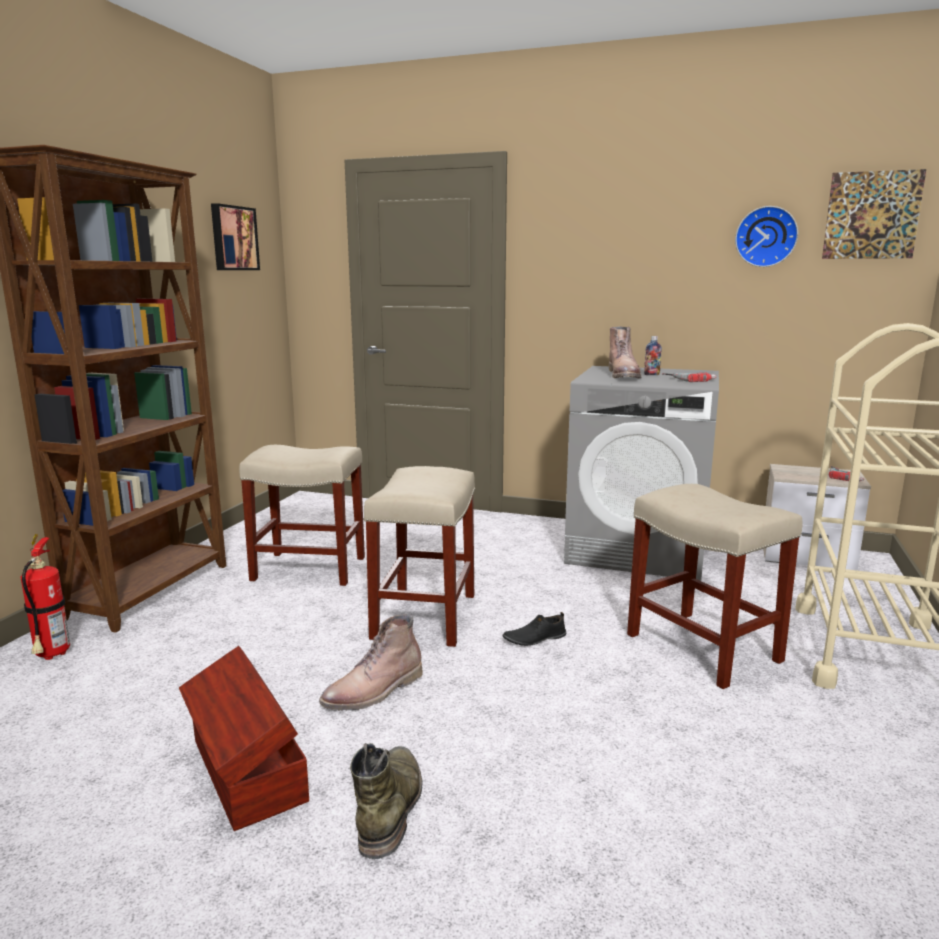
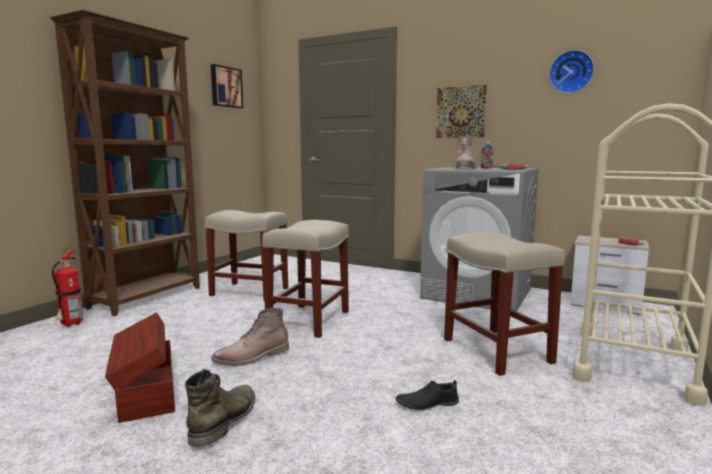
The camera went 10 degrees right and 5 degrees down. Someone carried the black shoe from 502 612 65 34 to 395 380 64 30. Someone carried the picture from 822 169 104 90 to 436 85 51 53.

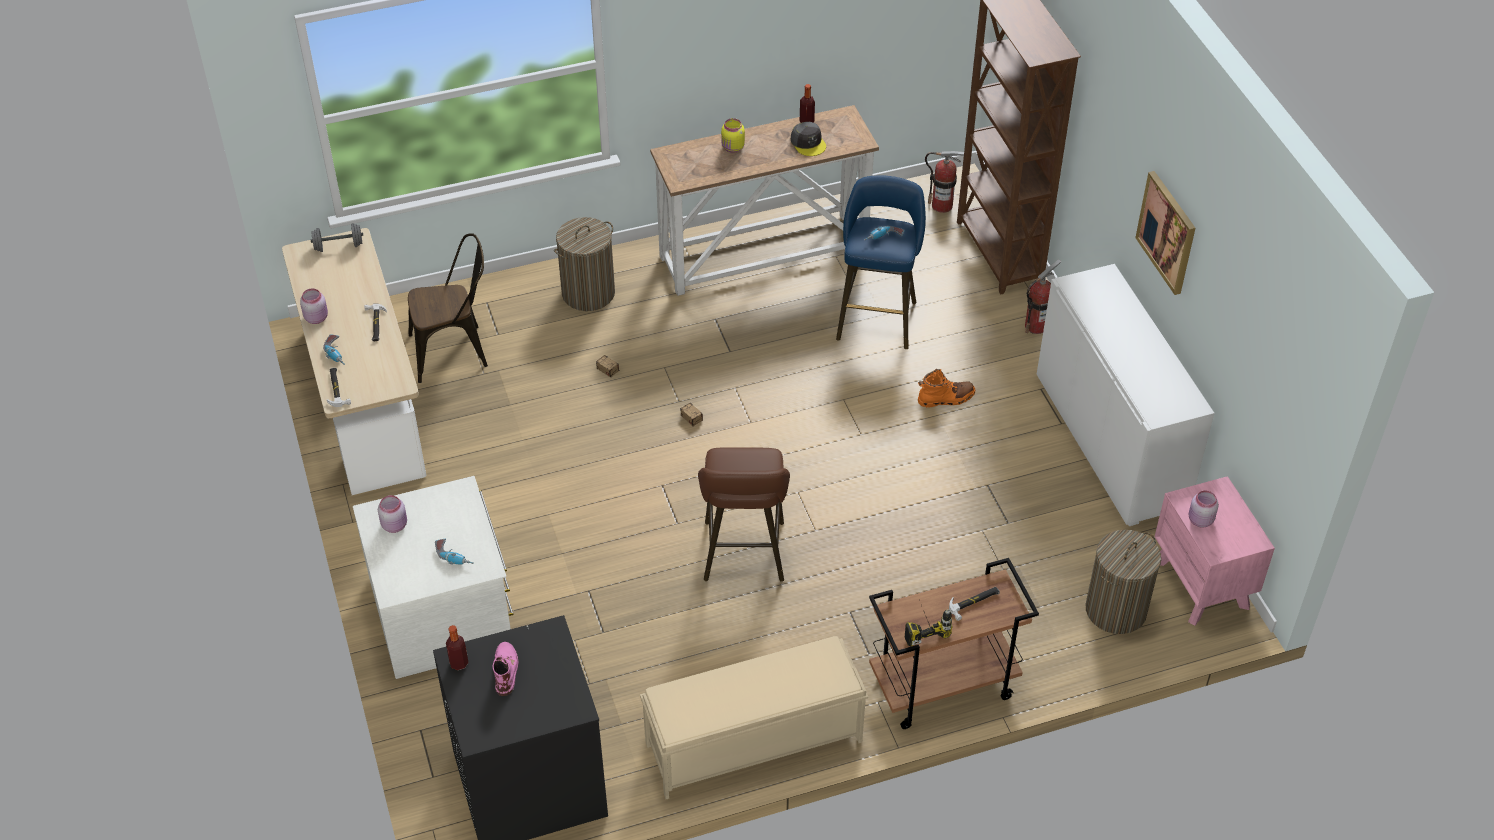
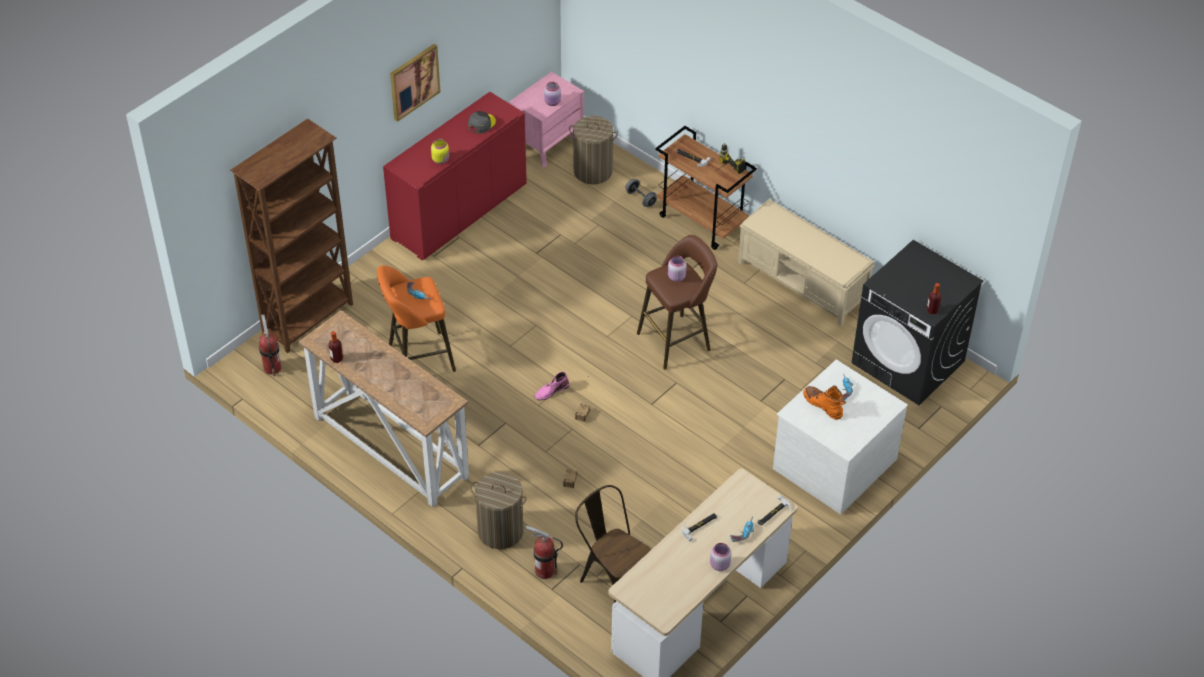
The camera went 120 degrees left and 0 degrees up. Someone carried the grey dumbbell from 311 223 52 29 to 625 179 32 28. Someone carried the pink jar from 378 495 29 38 to 668 256 18 26. Someone carried the pink boot from 492 642 26 54 to 535 372 34 28. Someone carried the yellow jar from 721 118 24 35 to 431 139 18 25. Someone carried the grey cap from 791 122 35 34 to 468 111 28 23. Someone repainted the blue stool at 836 175 90 174, which became the orange stool at 377 265 79 107. Someone carried the orange boot from 918 369 57 39 to 803 385 43 35. Someone carried the fire extinguisher from 1025 259 36 75 to 525 525 38 54. Someone repainted the white cabinet at 1037 264 178 262, which became the red cabinet at 383 92 144 169.

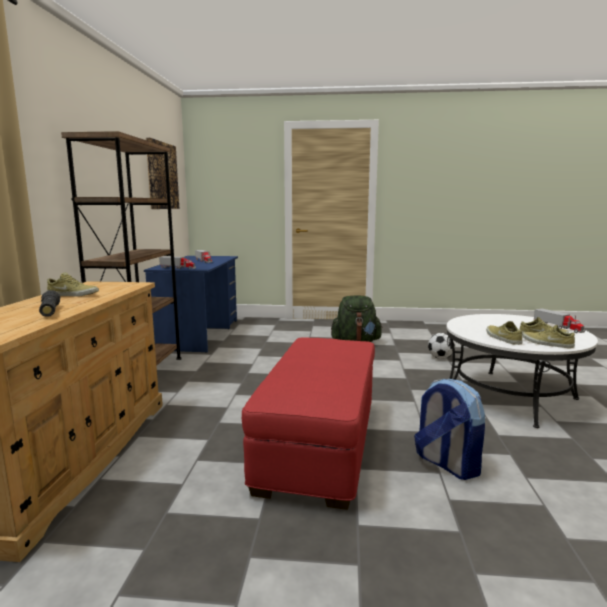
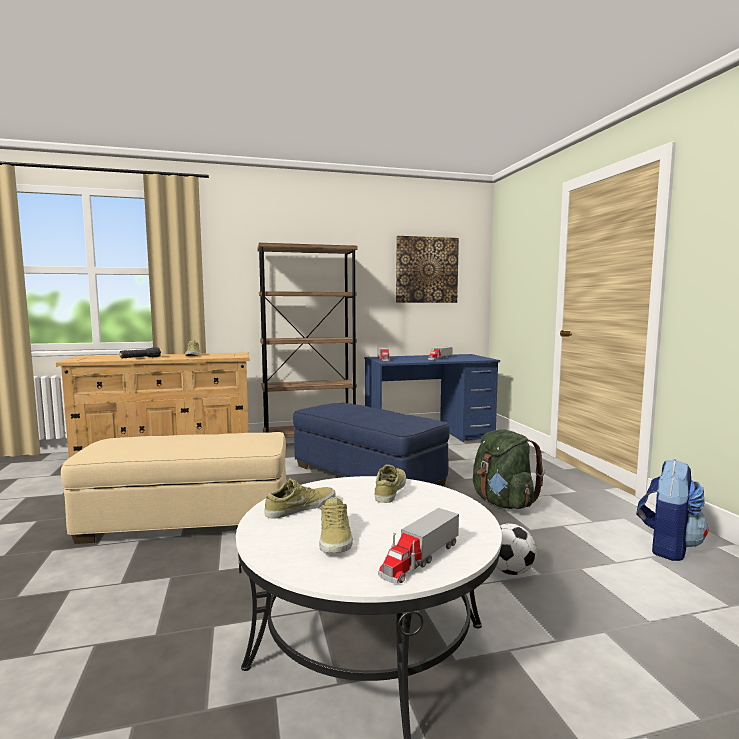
The camera went 70 degrees right and 5 degrees down. Someone repainted the red ottoman at 242 338 133 172, which became the beige ottoman at 61 432 225 112. Someone carried the backpack from 414 378 71 102 to 636 459 72 102. Someone carried the beige shoe from 522 325 53 23 to 375 464 31 39. Someone put down the blue ottoman at 293 403 157 83.

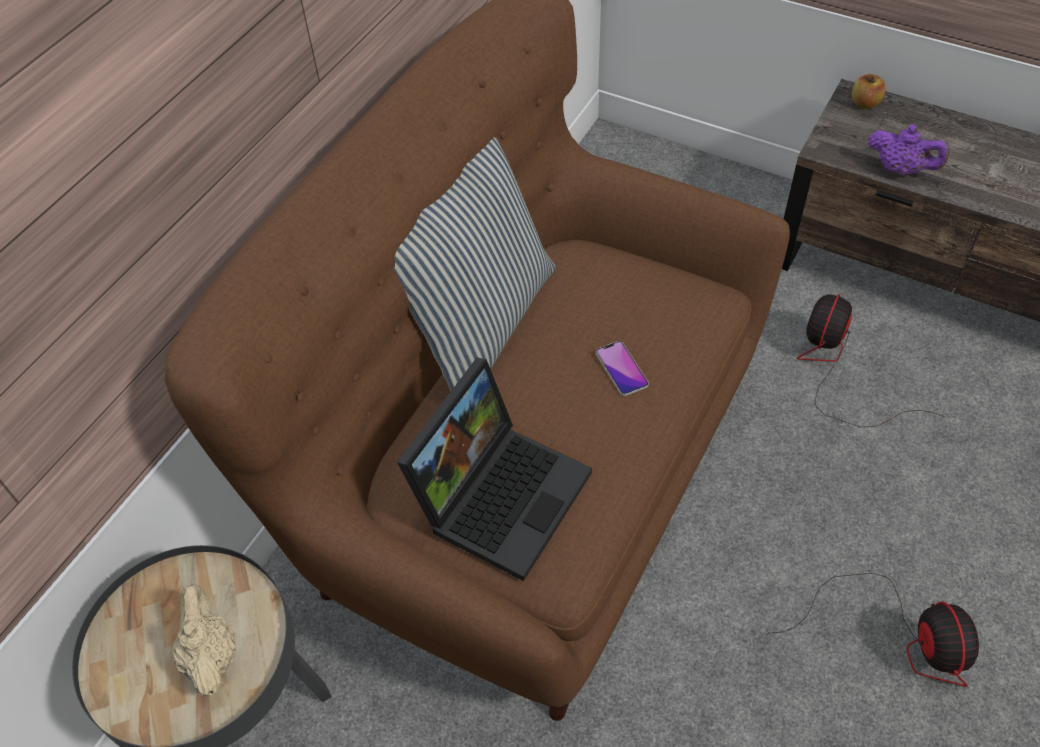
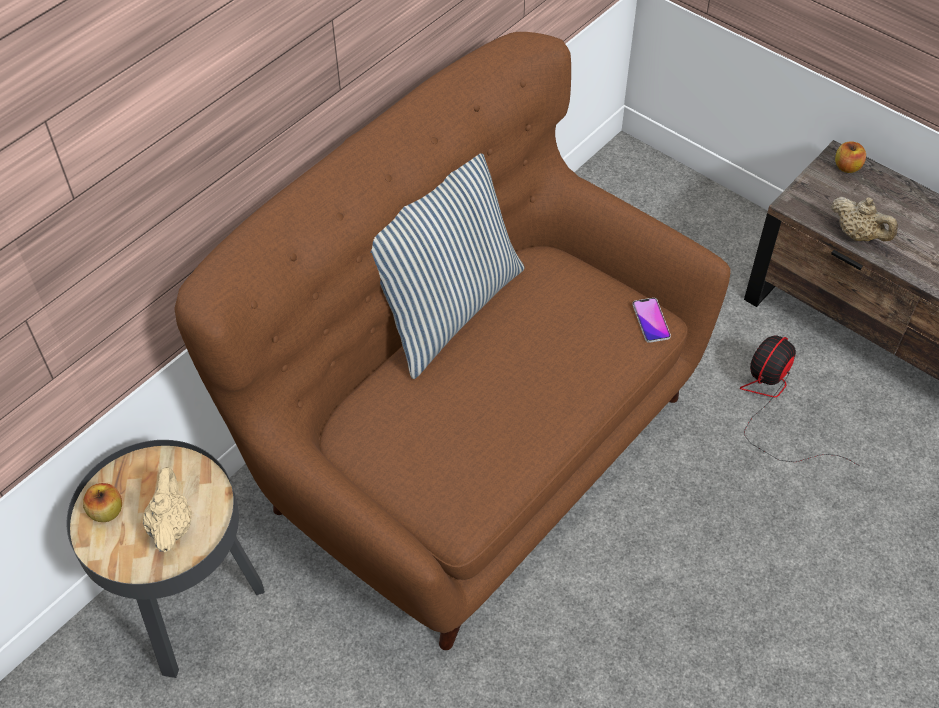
The camera went 10 degrees right and 0 degrees up. Someone took away the laptop at 397 357 195 224. Someone carried the phone from 596 341 53 55 to 632 298 39 45. Someone took away the fan at 766 573 213 114. Someone repainted the purple teapot at 868 125 81 51, which became the beige teapot at 831 197 67 44. Someone put down the apple at 83 483 39 39.

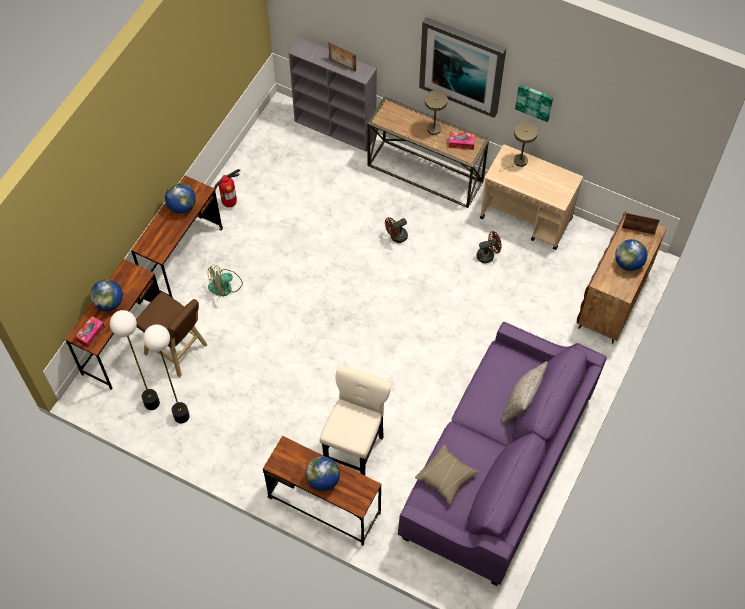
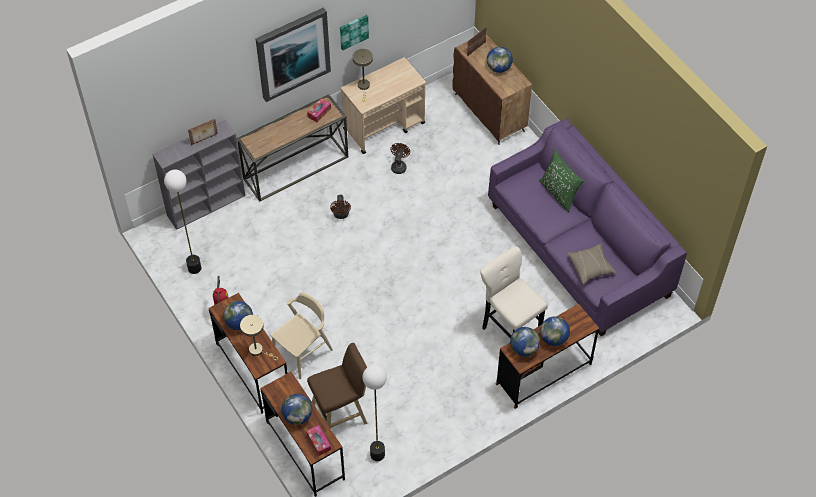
The camera went 60 degrees left and 5 degrees down. Someone carried the floor lamp from 143 325 47 99 to 164 169 37 105. Someone swapped the fan at 208 265 35 32 for the beige chair at 271 292 62 87. Someone carried the beige table lamp from 425 90 23 59 to 240 315 38 45. Someone repainted the grey pillow at 502 361 46 62, which became the green pillow at 539 149 45 63. Someone put down the globe at 510 327 30 30.

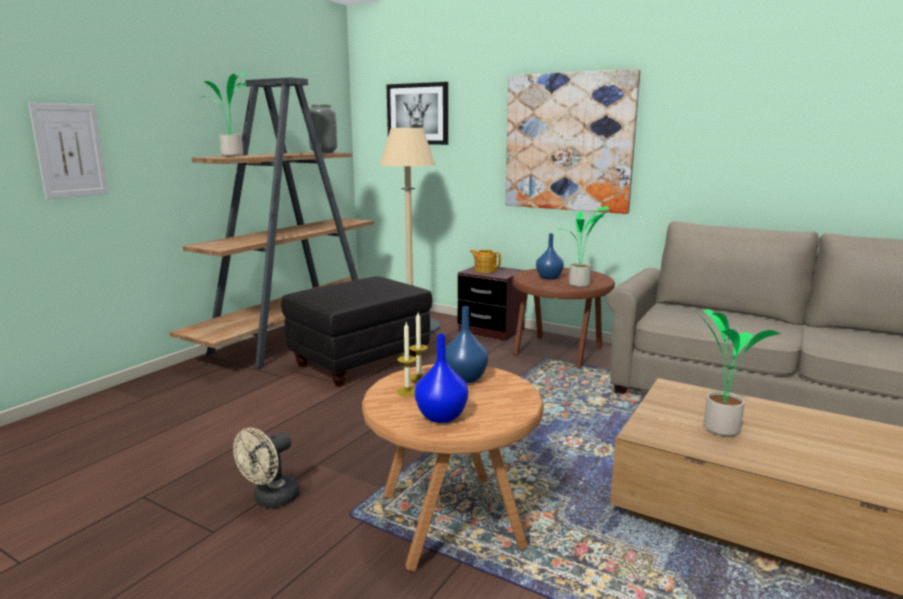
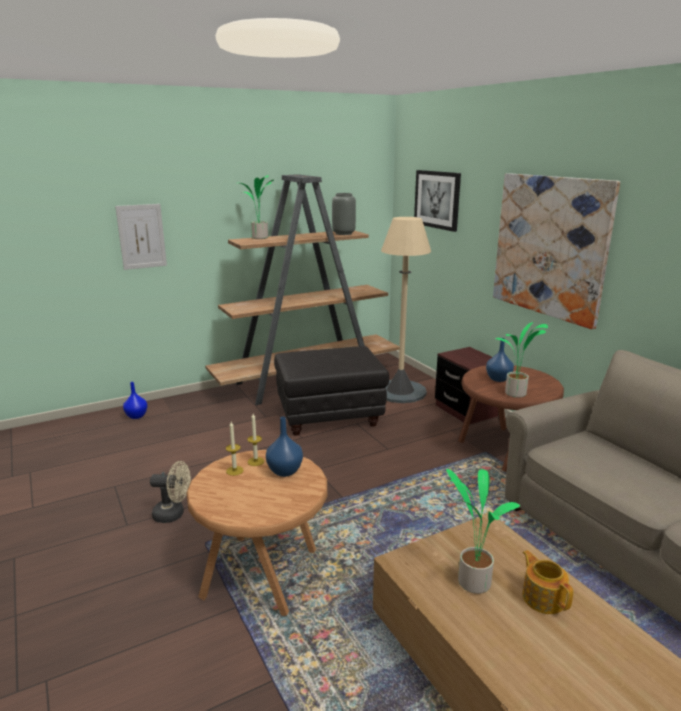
The camera went 30 degrees right and 5 degrees up. Someone rotated the beige fan at 233 428 67 80 by 150 degrees counterclockwise. Someone carried the blue vase from 415 334 53 89 to 123 382 24 37. Someone carried the teapot from 470 250 31 23 to 522 550 52 64.

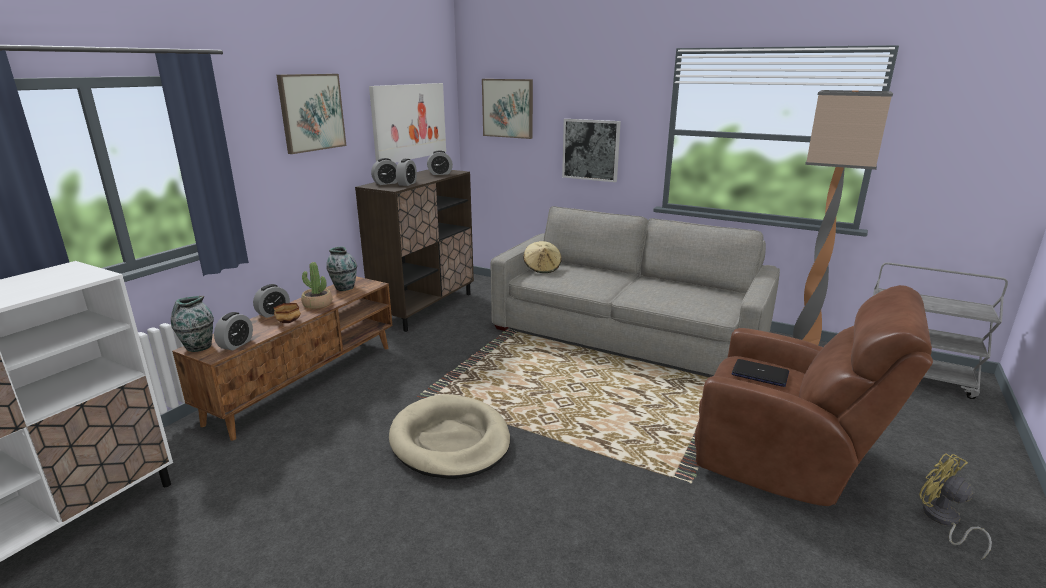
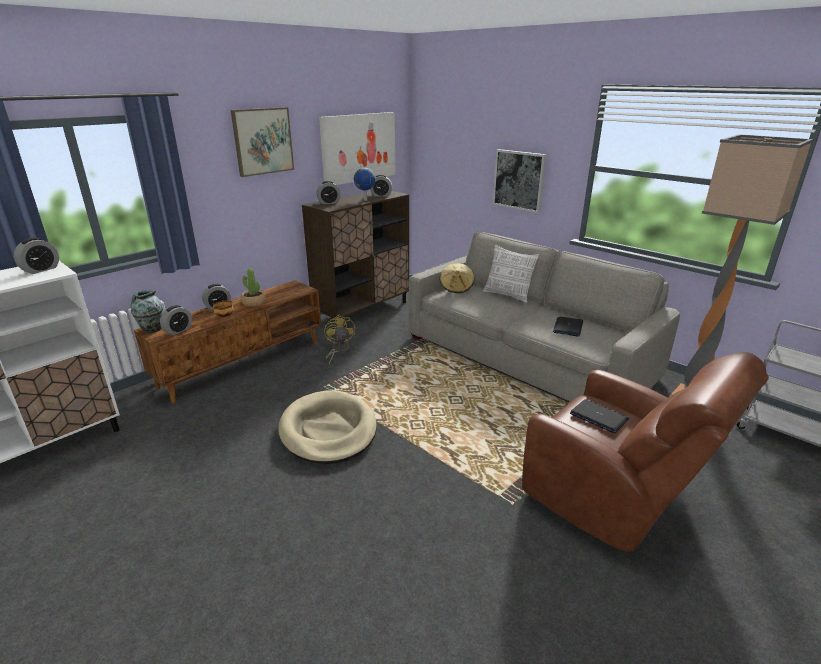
The camera went 15 degrees right and 5 degrees up. Someone took away the vase at 326 246 31 45. Someone carried the alarm clock from 396 159 21 27 to 14 237 45 37. Someone took away the picture at 482 79 51 60. Someone carried the yellow fan from 919 453 73 107 to 324 315 31 50. Someone put down the globe at 354 168 22 33. Someone put down the pillow at 483 245 56 59. Someone put down the laptop at 553 317 30 20.

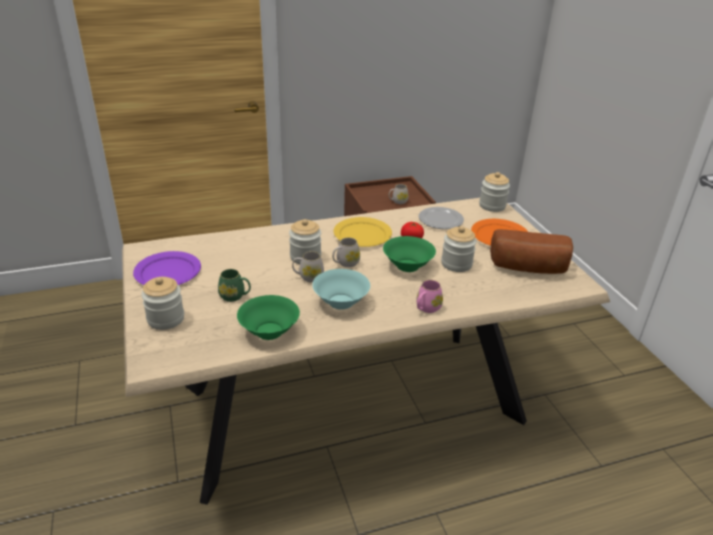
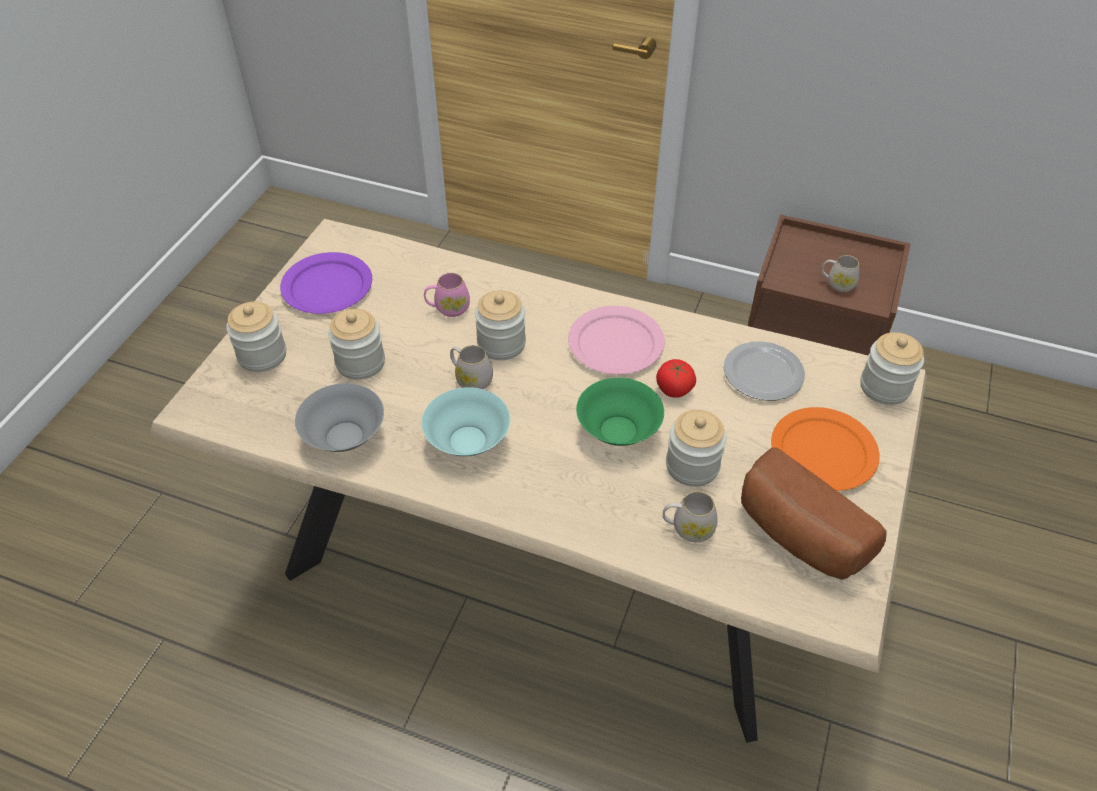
The camera went 40 degrees right and 15 degrees up. Someone swapped the green mug at 218 269 33 33 for the jar at 328 309 57 71. Someone repainted the green bowl at 237 295 63 45, which became the grey bowl at 295 383 89 69. Someone carried the white mug from 332 237 28 30 to 663 491 54 51. Someone repainted the yellow plate at 334 217 58 30, which became the pink plate at 568 306 97 69. Someone carried the pink mug from 416 280 27 33 to 424 273 46 44.

